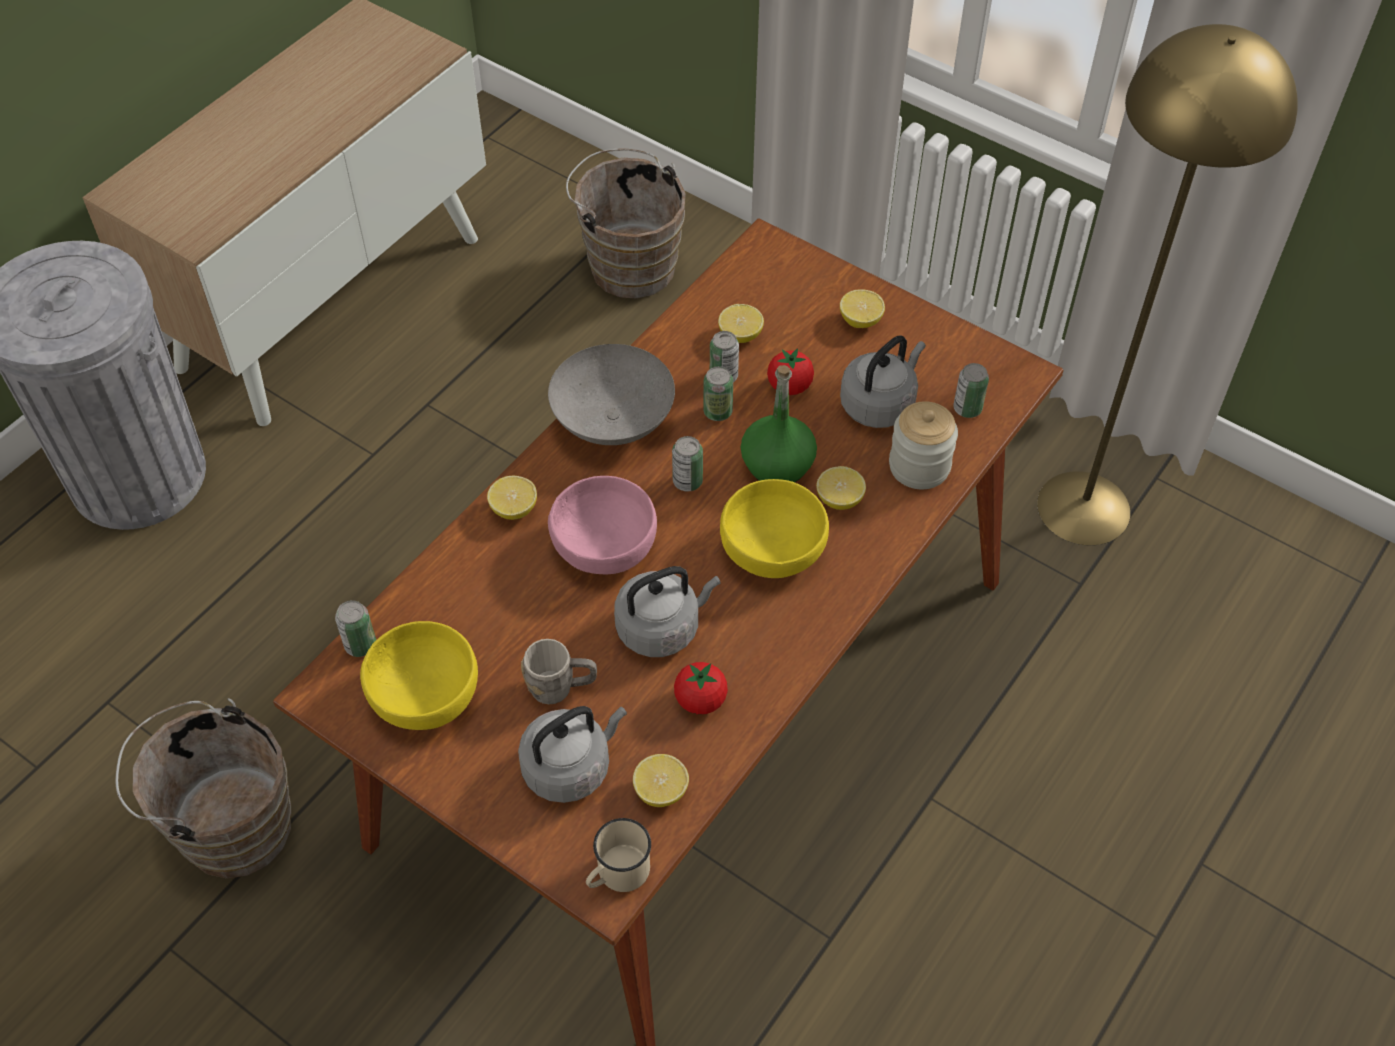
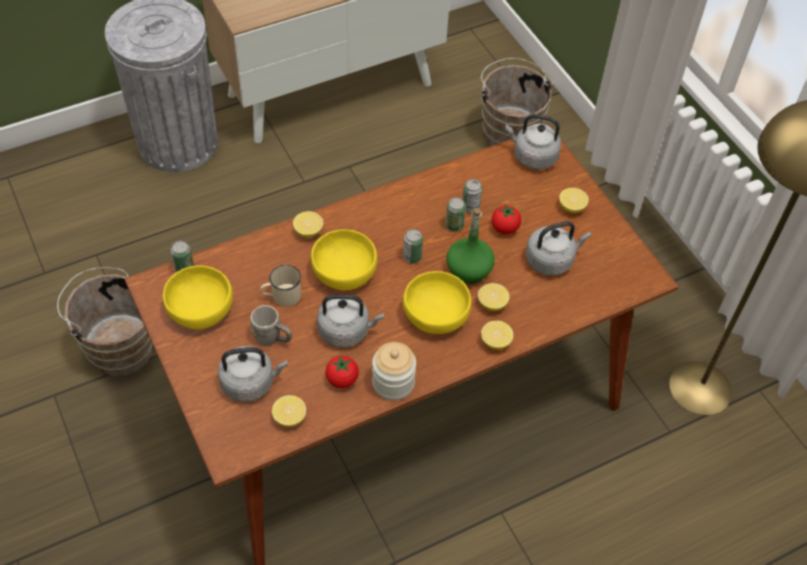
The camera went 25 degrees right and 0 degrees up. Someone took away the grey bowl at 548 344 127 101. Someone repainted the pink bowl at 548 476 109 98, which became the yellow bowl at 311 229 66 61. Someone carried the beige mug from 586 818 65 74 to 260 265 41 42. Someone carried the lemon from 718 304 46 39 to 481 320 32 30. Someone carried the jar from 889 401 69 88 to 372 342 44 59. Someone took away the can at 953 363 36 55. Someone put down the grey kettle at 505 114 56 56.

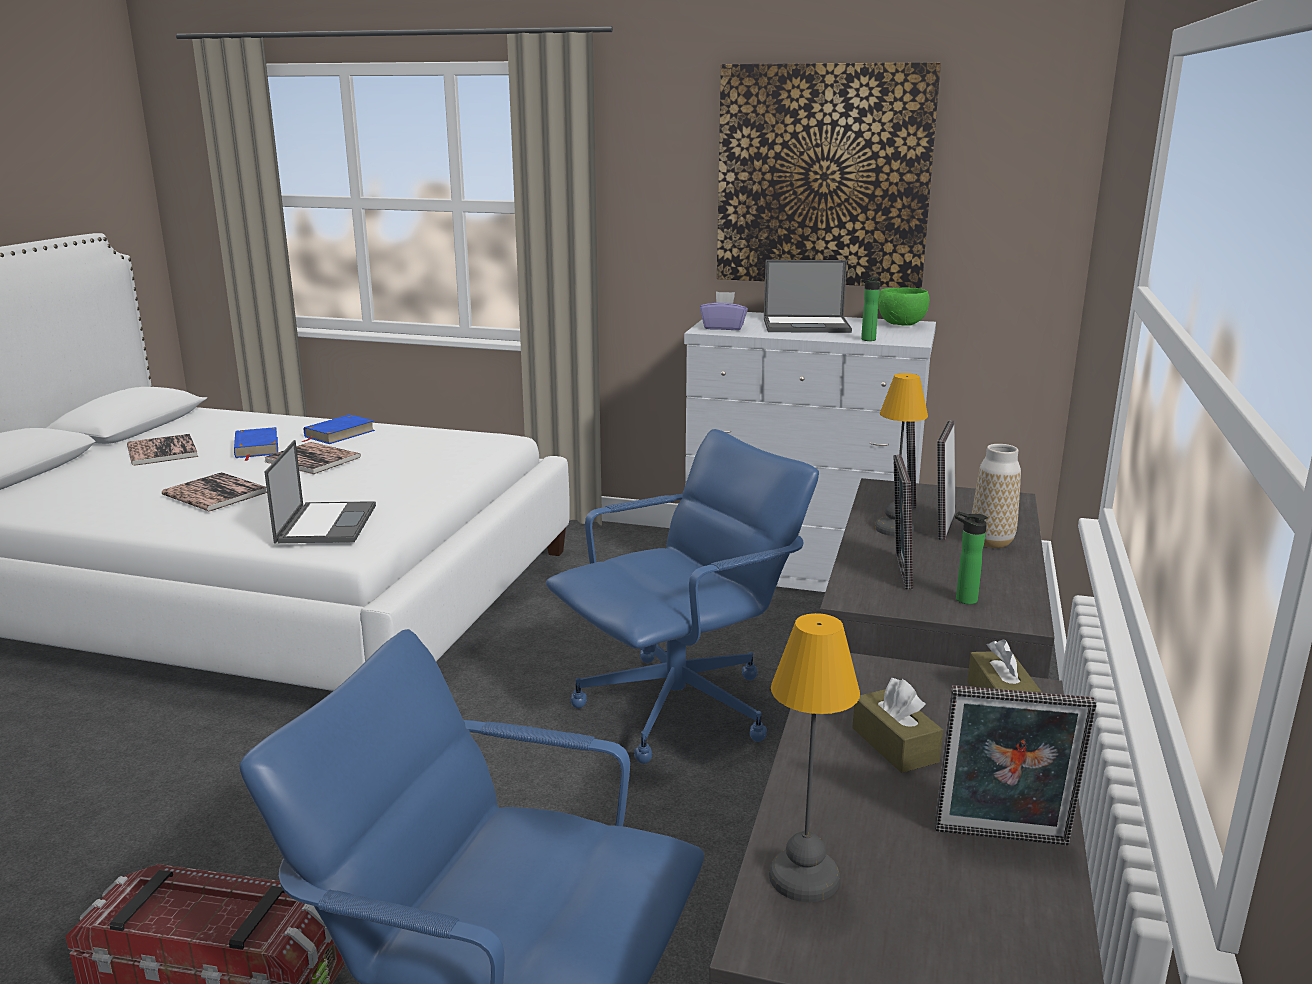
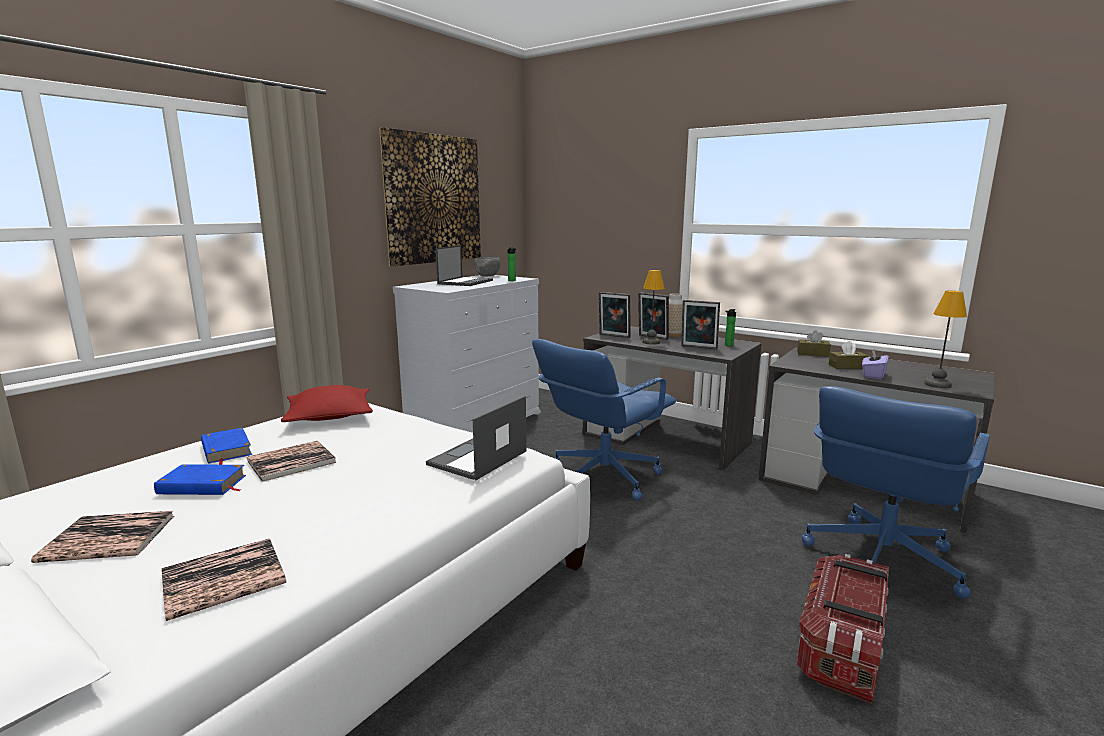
The camera went 70 degrees left and 5 degrees down. Someone carried the book from 162 472 105 39 to 161 538 125 83. Someone rotated the laptop at 265 440 111 103 by 75 degrees counterclockwise. Someone rotated the blue office chair at 546 429 273 335 by 120 degrees counterclockwise. Someone carried the purple tissue box from 700 292 48 38 to 862 349 27 30. Someone repainted the green bowl at 878 287 51 39, which became the grey bowl at 474 257 26 20. Someone took away the picture frame at 935 685 161 161. Someone put down the red pillow at 281 385 92 37.

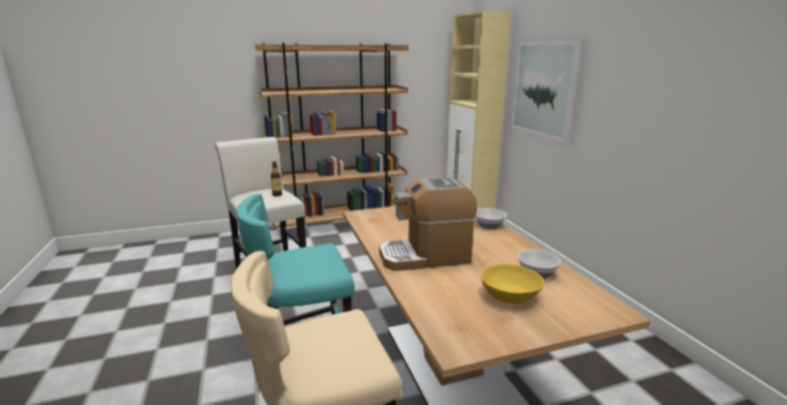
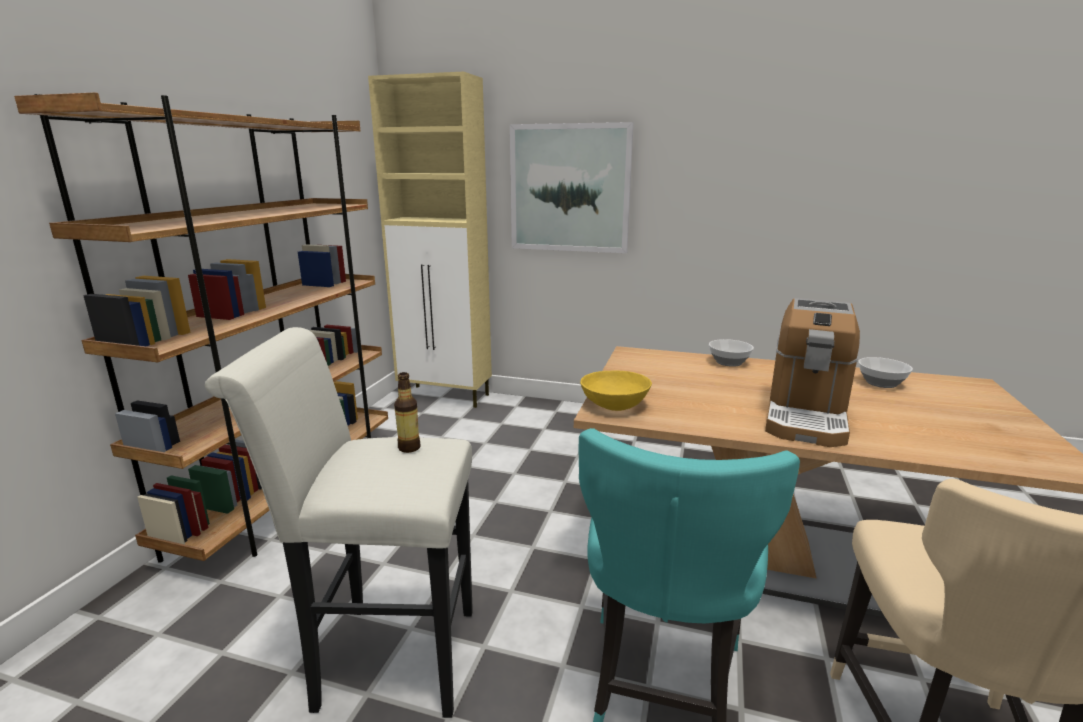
The camera went 55 degrees left and 0 degrees up. Someone carried the yellow bowl from 481 264 63 40 to 580 371 72 40.

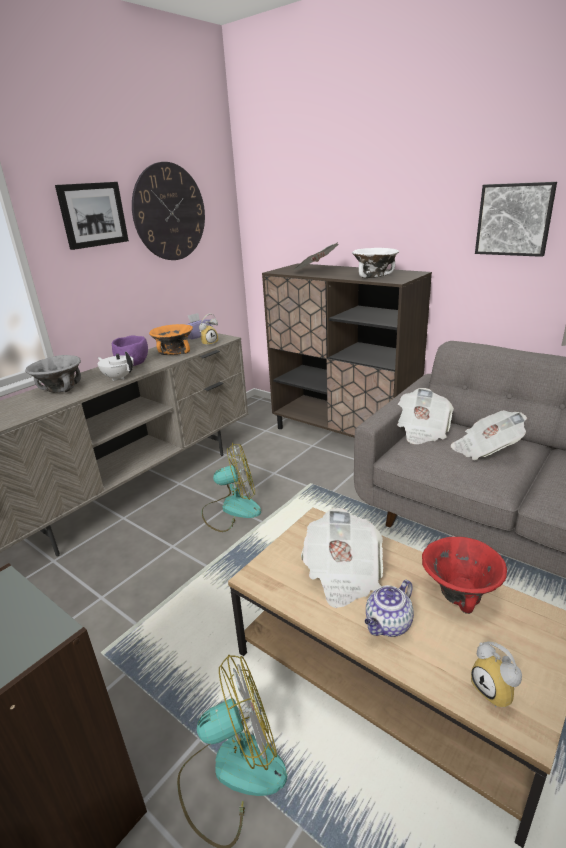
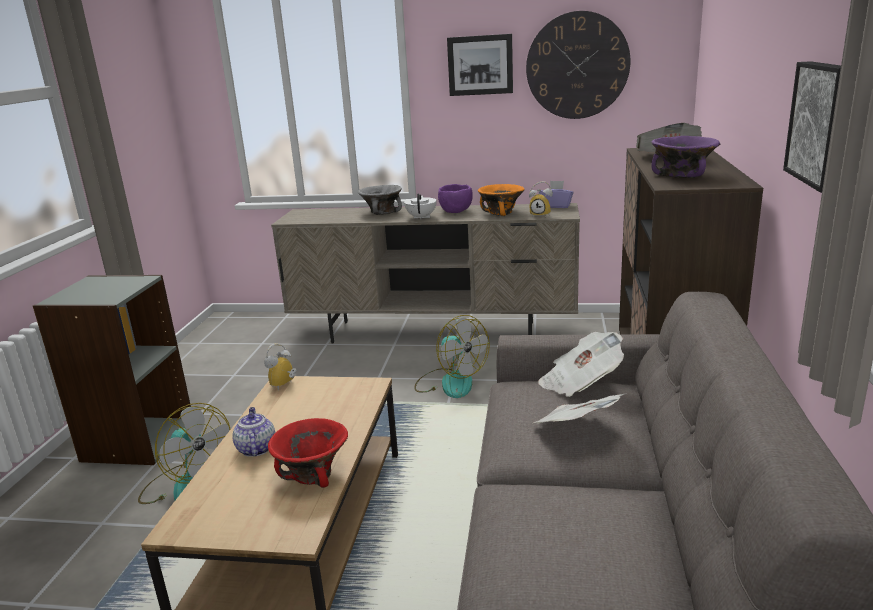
The camera went 60 degrees right and 5 degrees down. Someone took away the newspaper at 301 508 82 100. Someone repainted the white bowl at 352 248 47 30, which became the purple bowl at 651 136 69 42. Someone rotated the teapot at 365 580 49 57 by 60 degrees clockwise. Someone carried the alarm clock from 471 642 51 66 to 264 344 33 47.

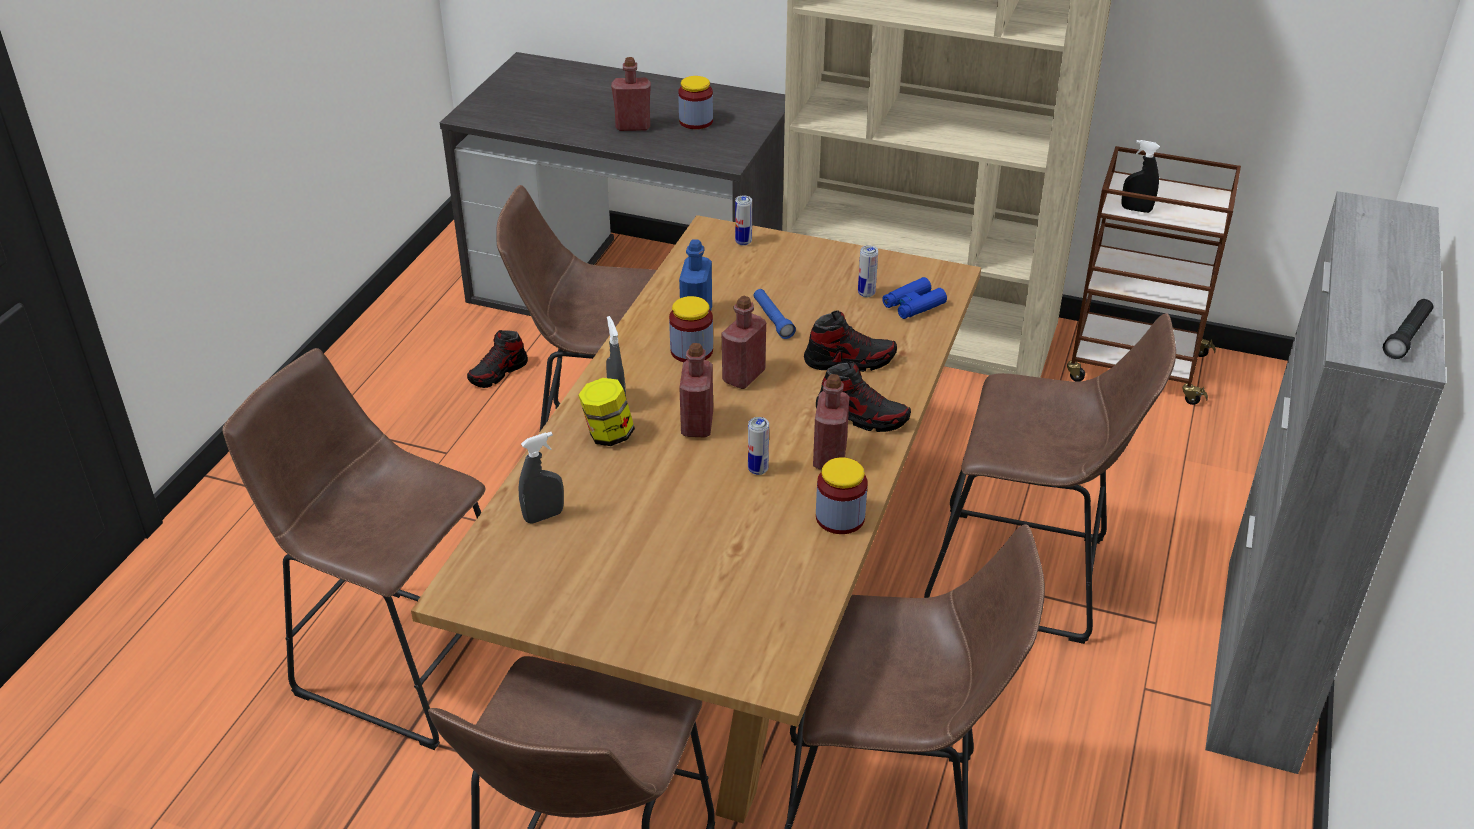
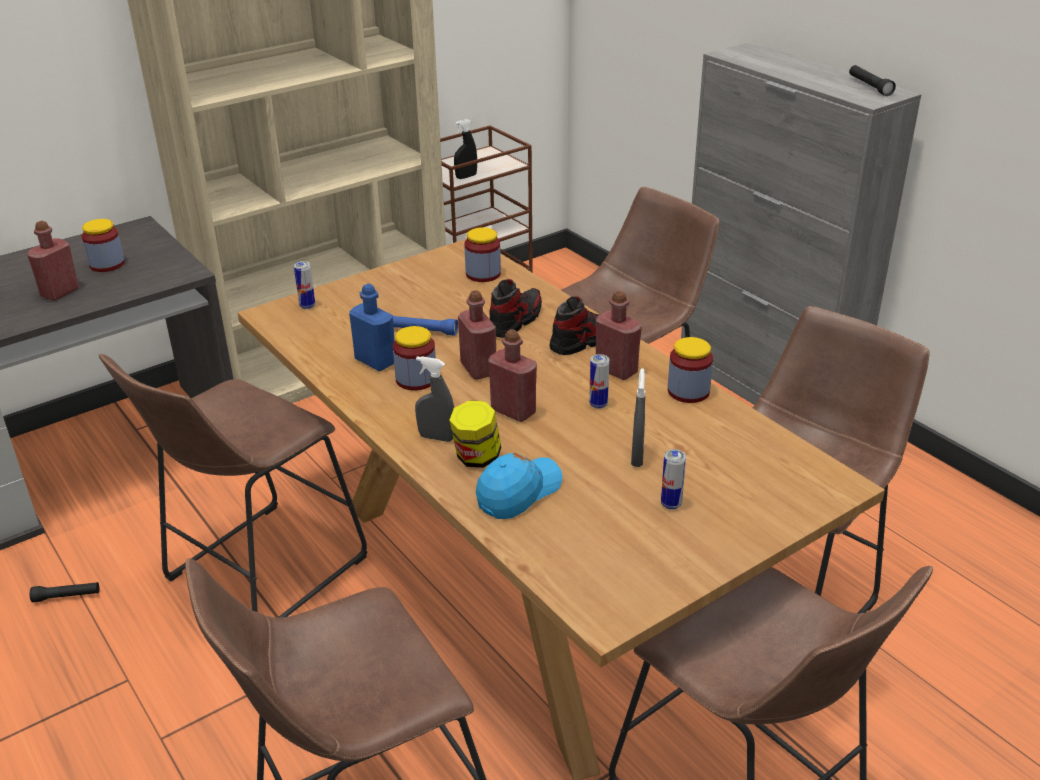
The camera went 55 degrees left and 5 degrees down. Someone swapped the shoe at 467 330 61 58 for the black flashlight at 30 582 69 20. Someone carried the grey spray bottle from 519 432 45 92 to 631 368 14 99. Someone carried the can from 858 245 20 53 to 661 449 25 61. Someone swapped the blue binoculars at 882 277 65 42 for the jar at 464 227 37 55. Someone put down the blue cap at 476 453 86 66.

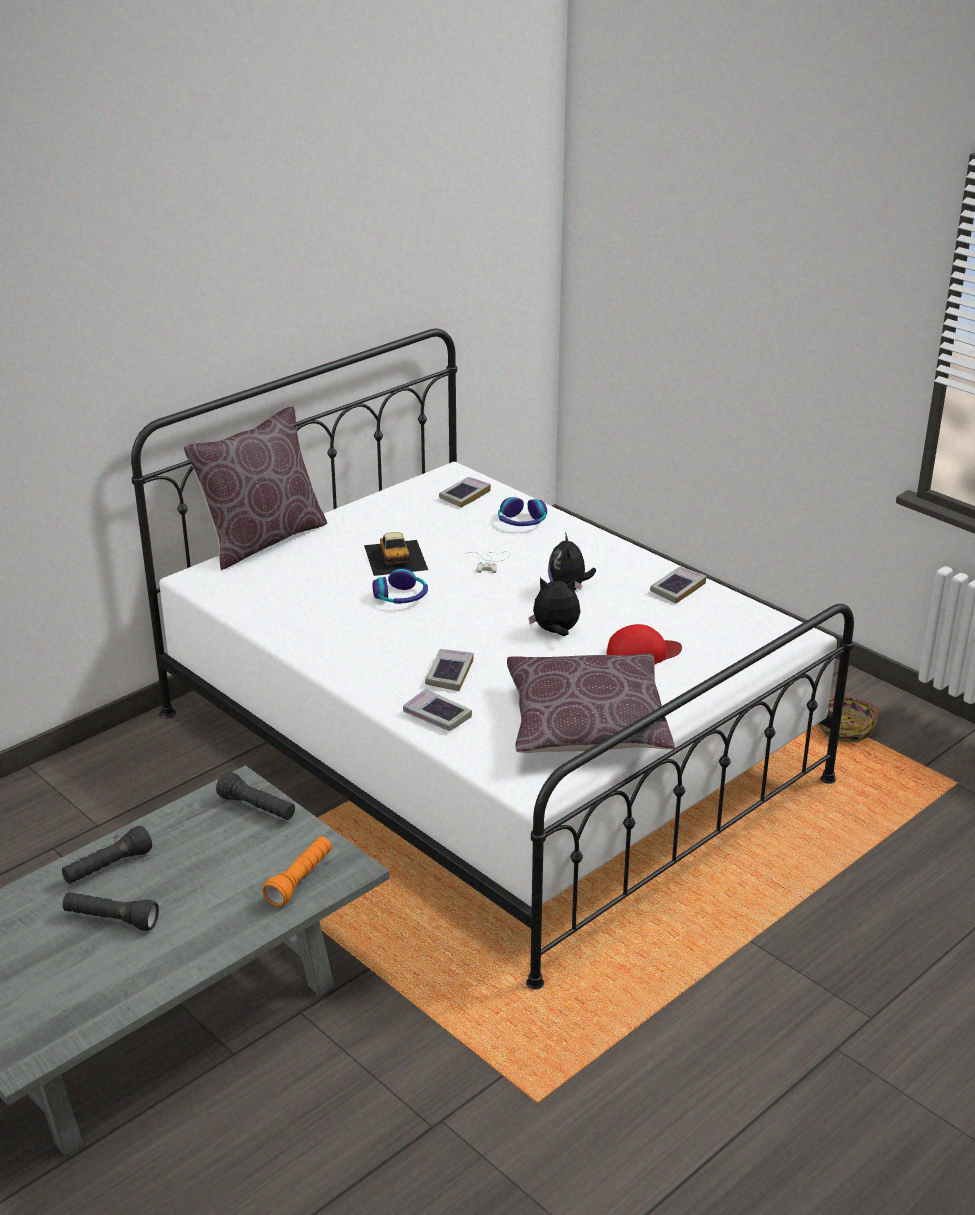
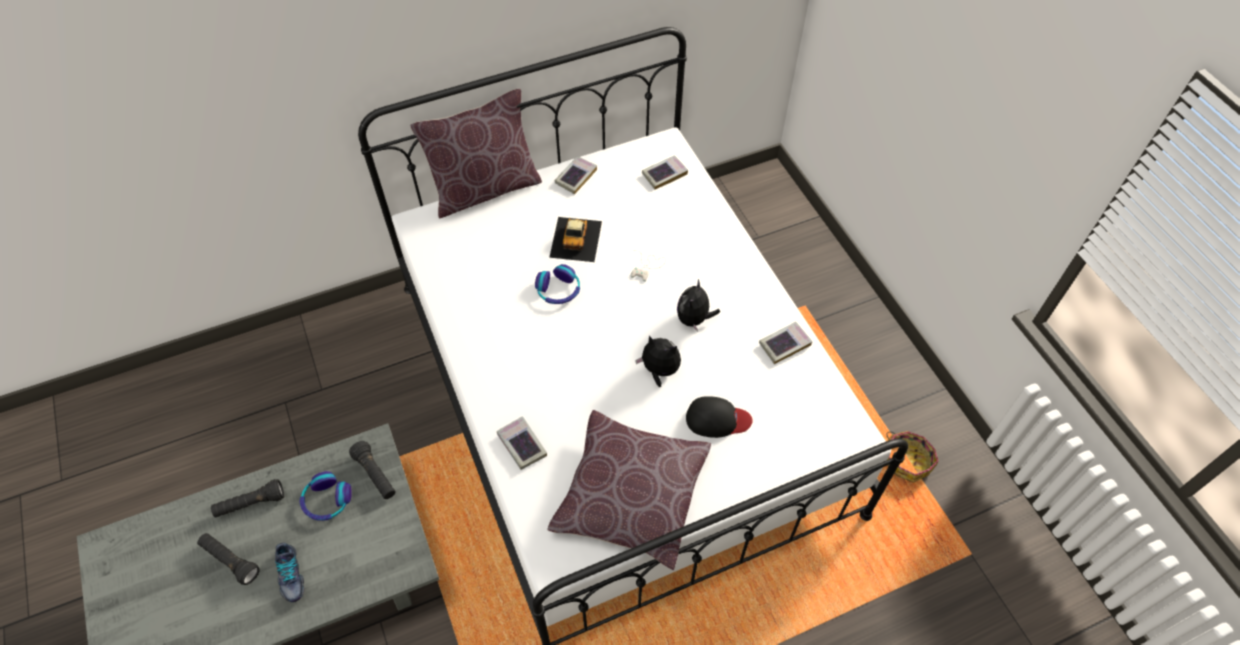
The camera went 20 degrees right and 25 degrees up. Someone took away the orange flashlight at 262 836 70 71. Someone carried the book from 425 649 49 42 to 555 156 42 38. Someone carried the headphones from 498 497 49 29 to 300 471 52 50. Someone repainted the red cap at 607 624 75 40, which became the black cap at 686 396 67 42. Someone put down the shoe at 275 543 30 59.

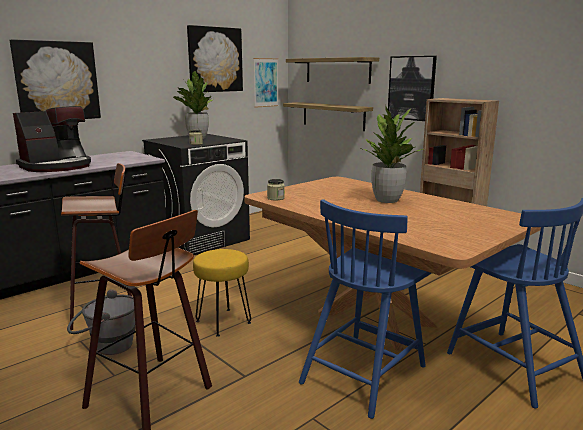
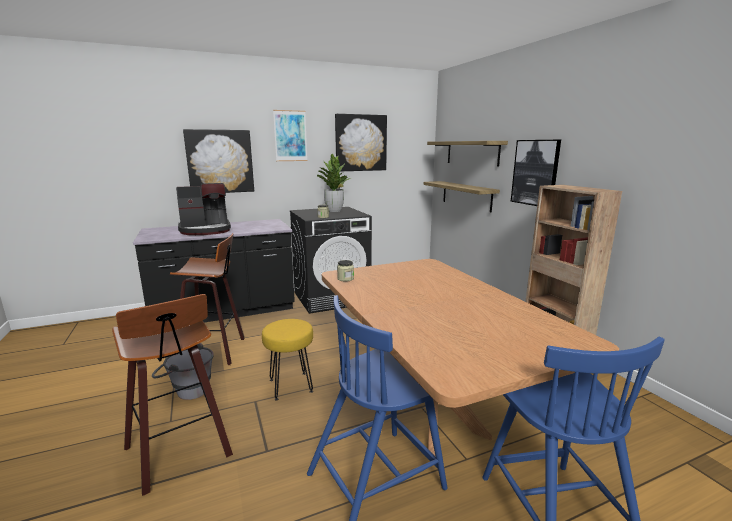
The camera went 20 degrees right and 0 degrees up. Someone carried the picture from 253 58 25 50 to 273 110 34 51. Someone took away the potted plant at 360 105 63 98.

